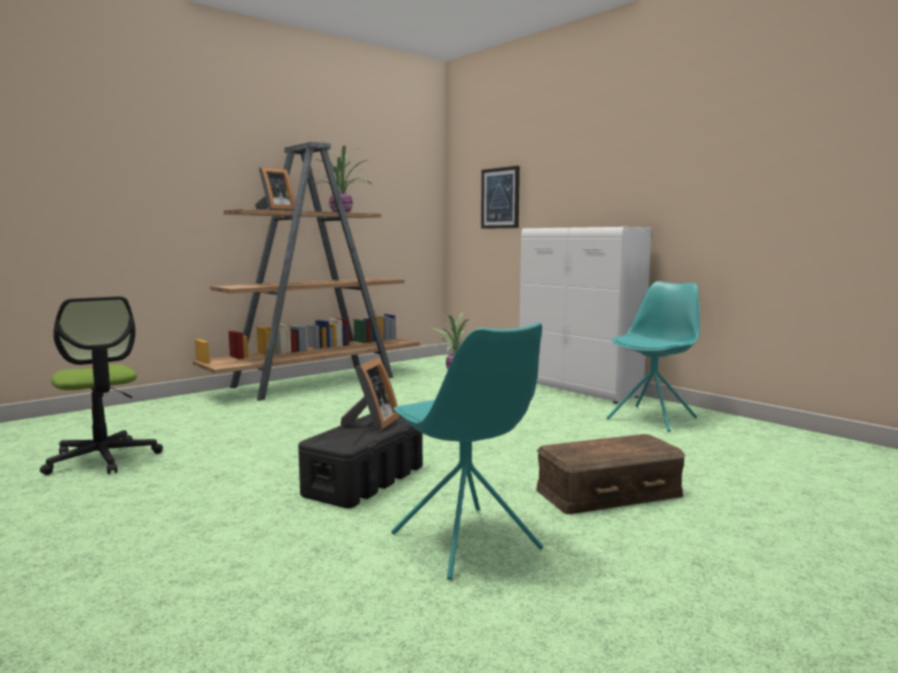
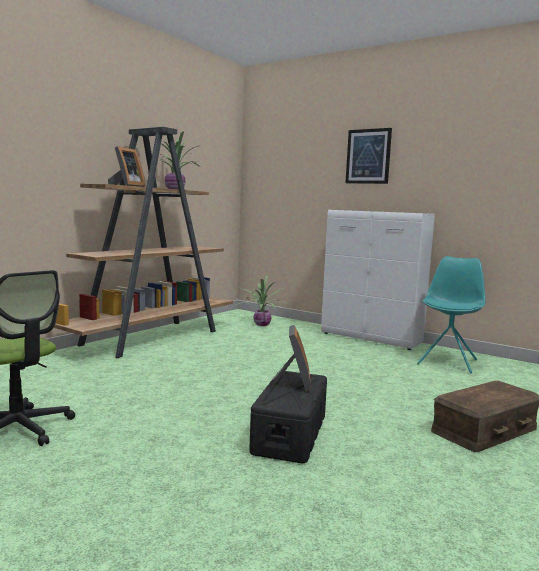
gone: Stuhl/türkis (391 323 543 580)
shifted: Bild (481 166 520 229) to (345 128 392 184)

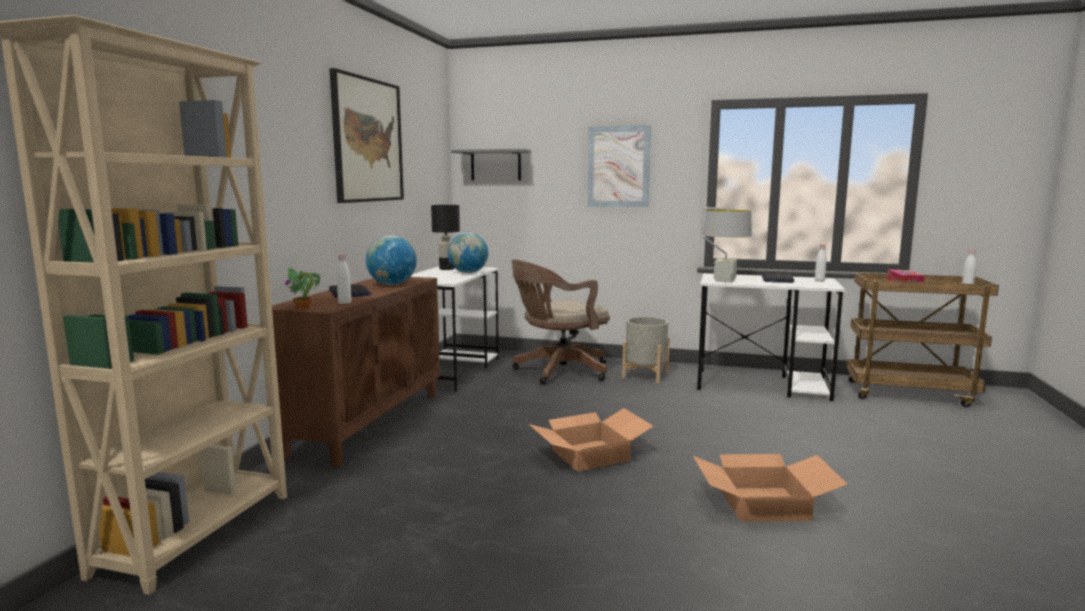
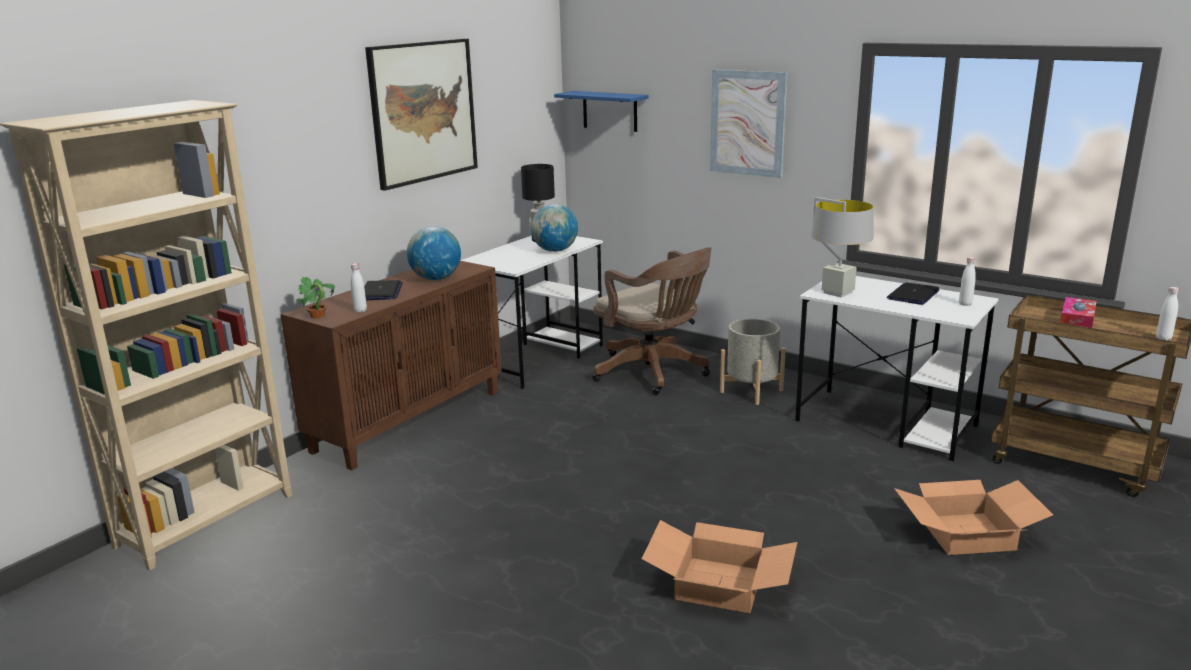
shifted: Karton (529 408 653 472) to (894 480 1053 555)
repainted: Wandregal/grau (451 149 531 180) to Wandregal/blau (554 91 649 132)
rotated: Bürostuhl/braun (512 260 610 385) = (593 247 711 395) 120 degrees counterclockwise

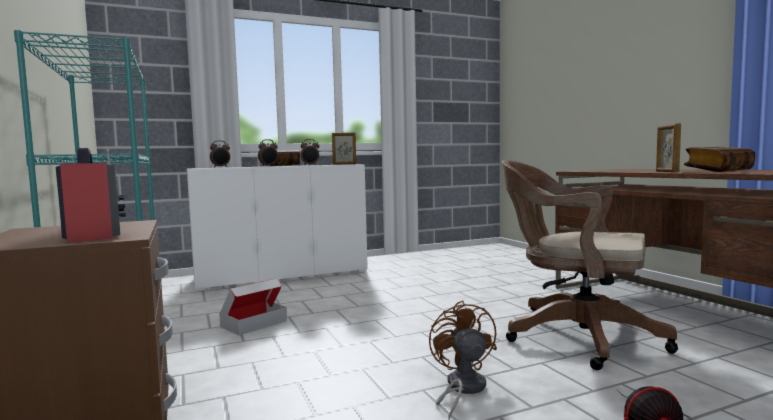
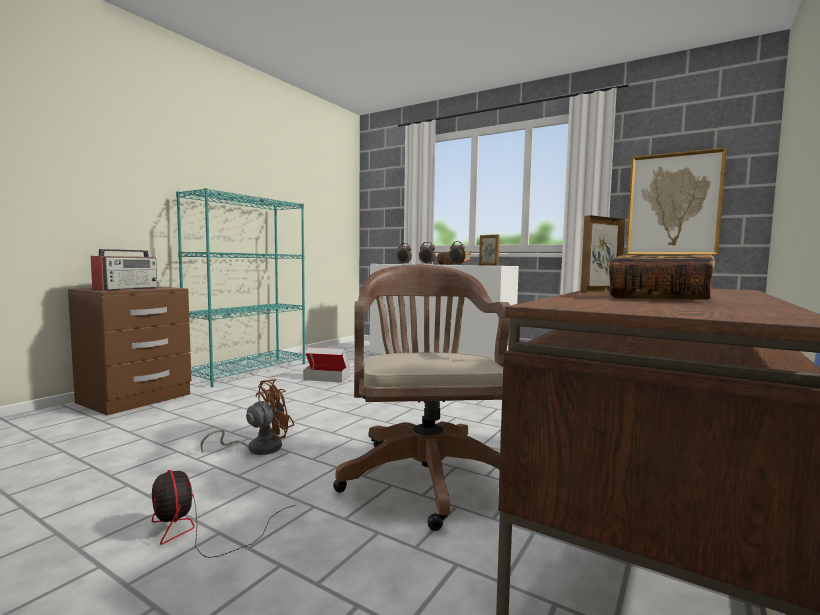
new: Bild (626 147 727 256)

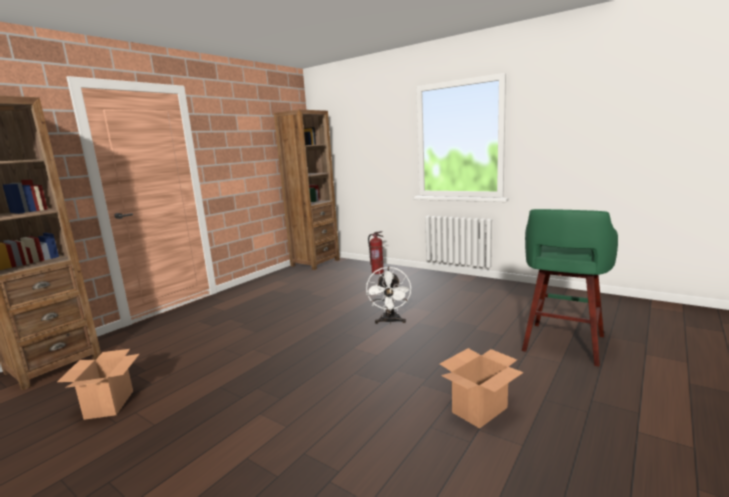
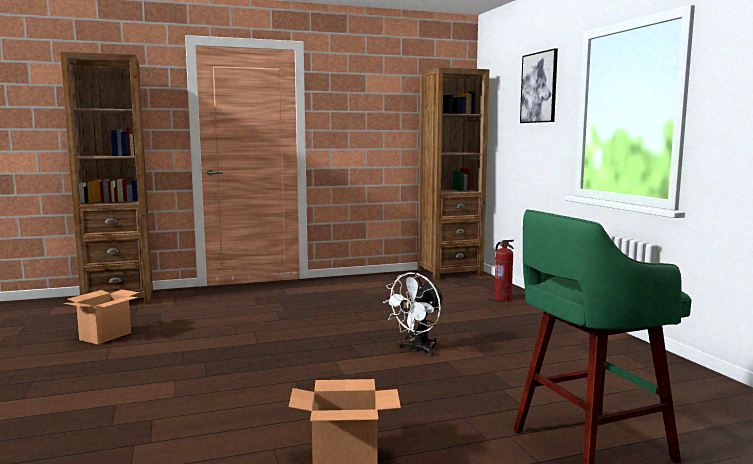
new: Bild (520 48 558 123)

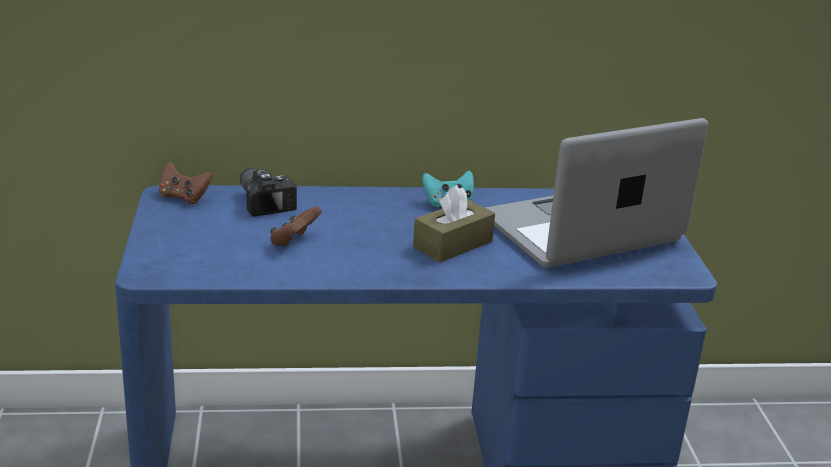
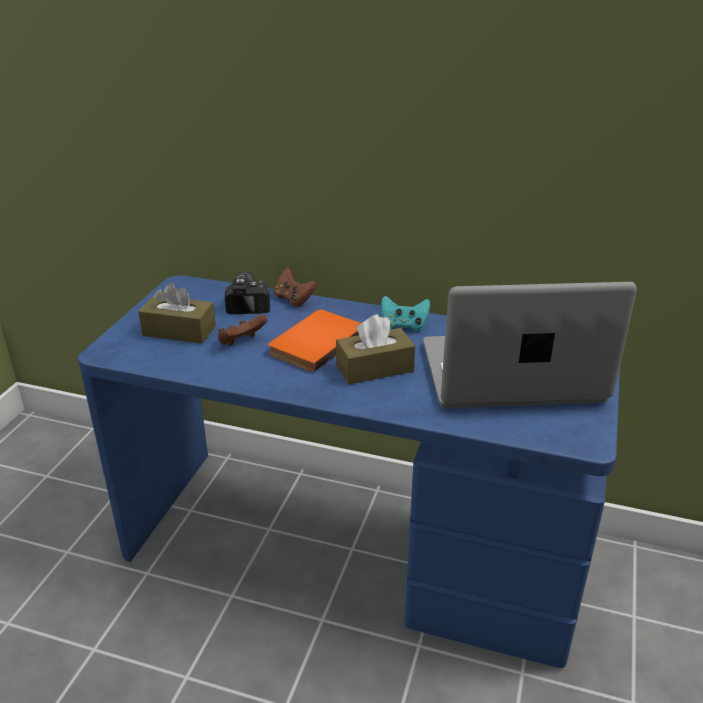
new: Taschentuchbox/braun (138 283 216 344); Buch/orange (268 310 361 372)
shifted: Gamepad/braun (159 162 213 204) to (274 268 317 307)

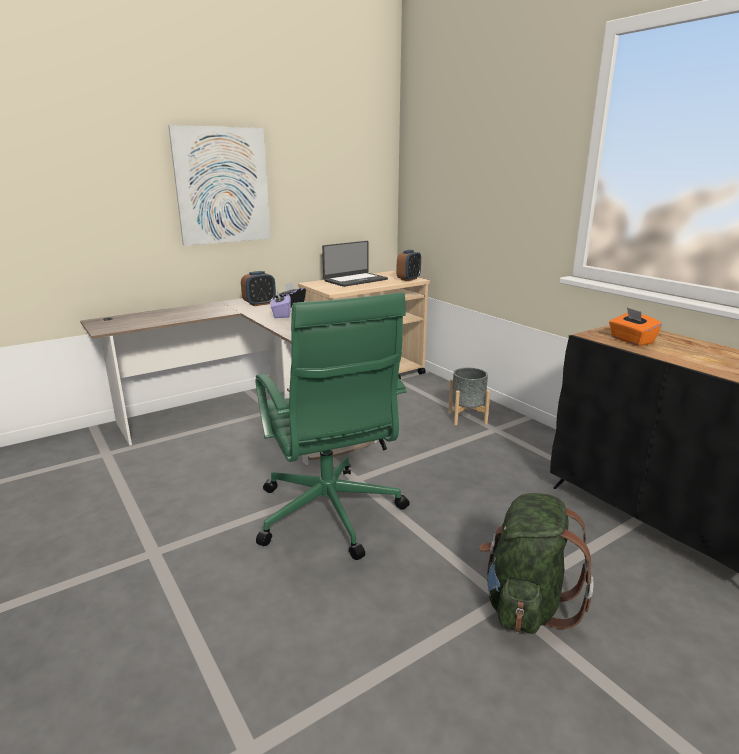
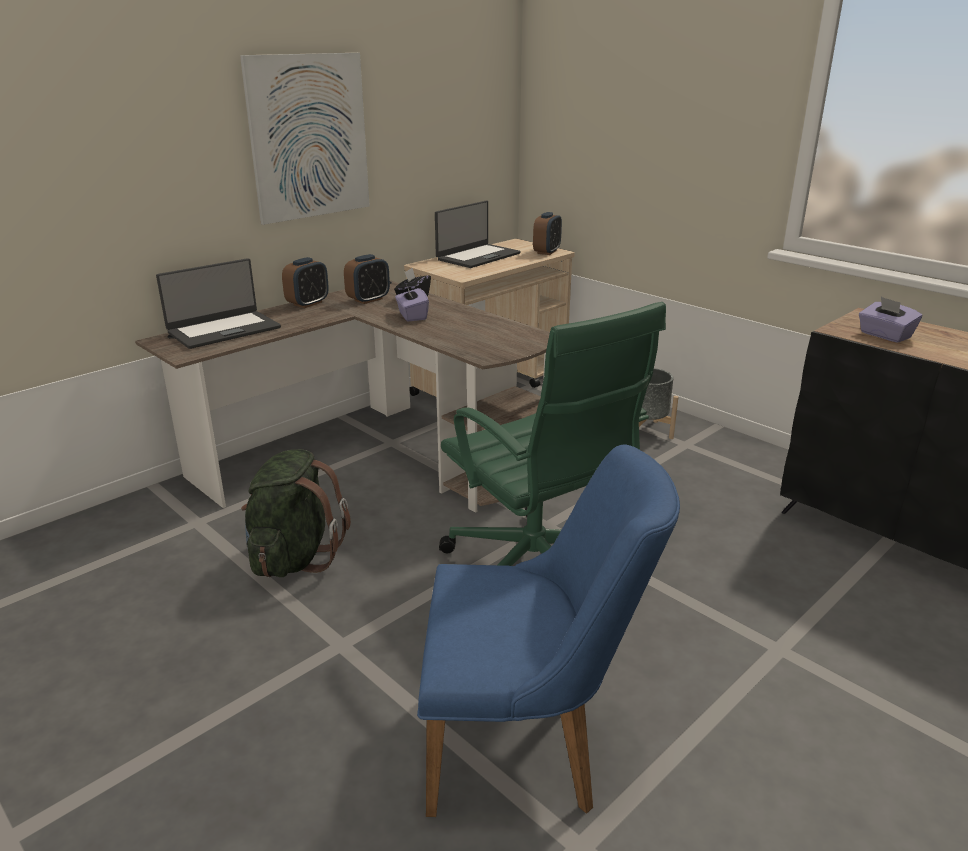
new: Wecker (282 257 329 308); Laptop (156 258 281 349); Stuhl/blau (417 444 680 817)
shifted: Rucksack/grün (479 493 594 634) to (241 449 351 577)
repainted: Taschentuchbox/orange (609 307 662 346) to Taschentuchbox/lila (859 297 922 343)

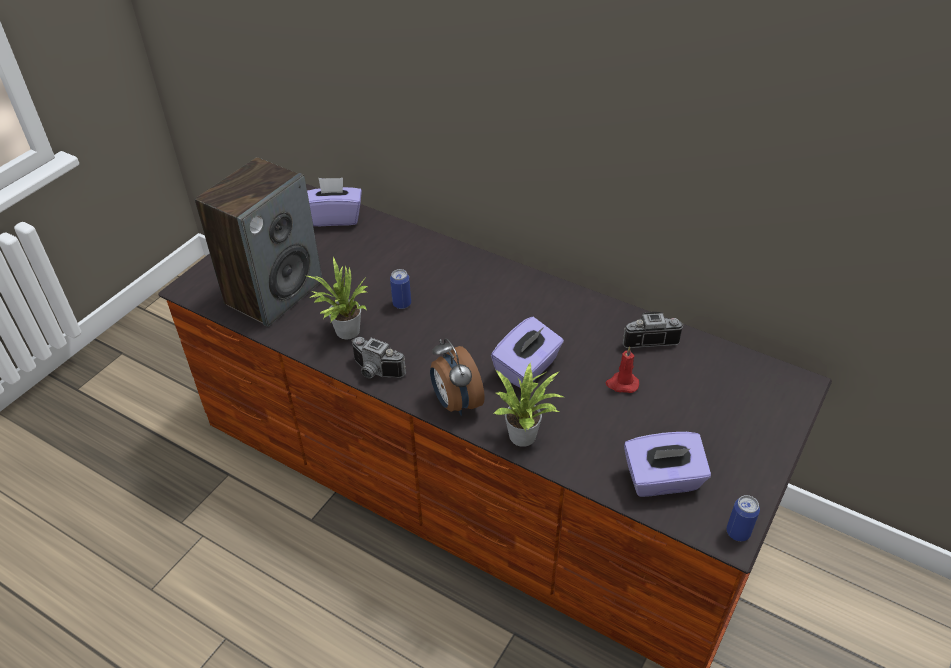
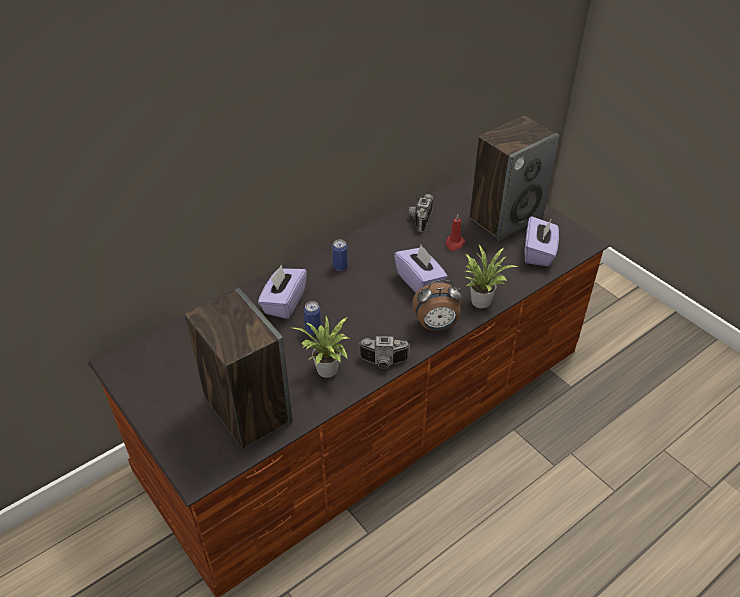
new: Lautsprecher (470 116 559 241)
shifted: Taschentuchbox/lila (307 178 362 226) to (258 265 307 319); Dose (726 495 760 541) to (332 239 348 271)
rotated: Kamera (352 337 406 378) = (359 336 410 369) 45 degrees clockwise

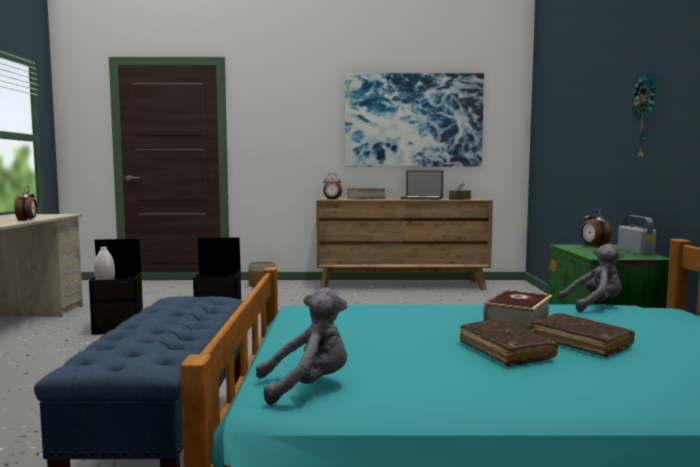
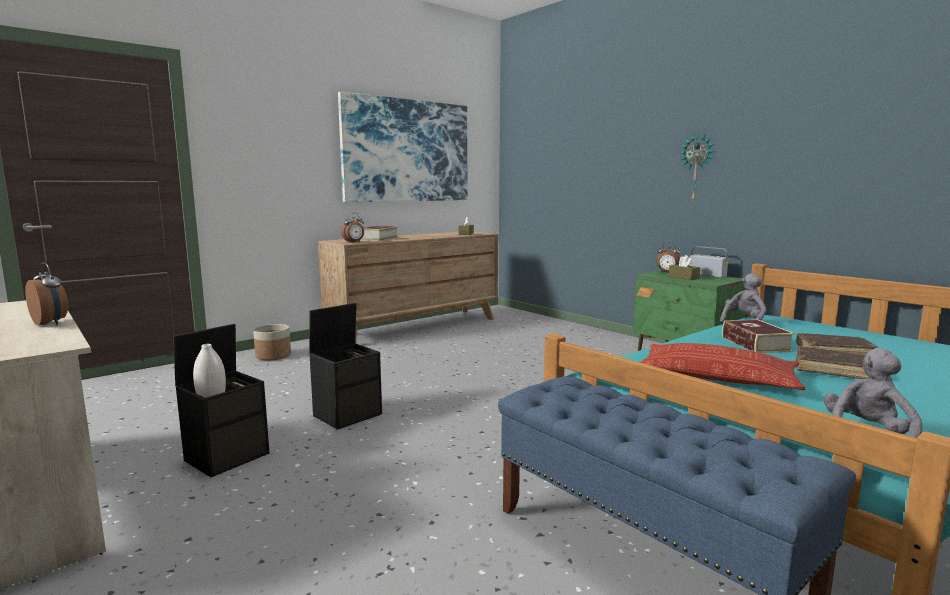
gone: Laptop (401 171 443 200)
new: Taschentuchbox/braun (668 255 700 280); Kissen (640 343 805 390)

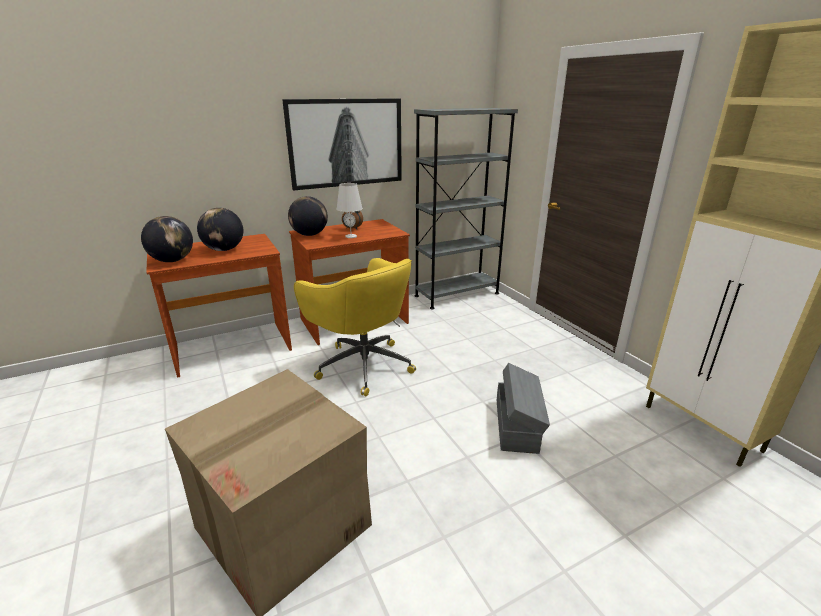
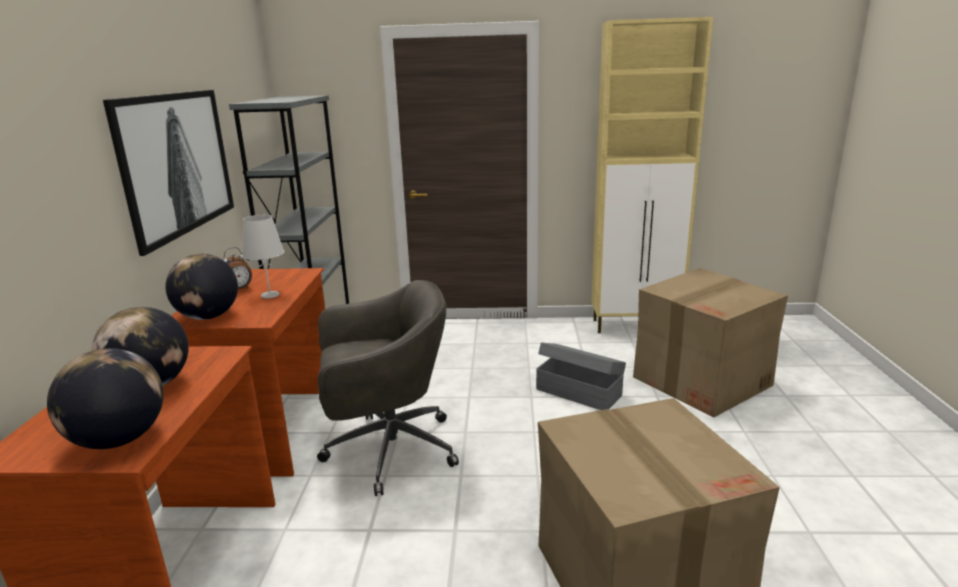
new: Karton (633 268 788 418)
repainted: Bürostuhl/gelb (294 258 416 396) to Bürostuhl/grau (317 280 459 496)

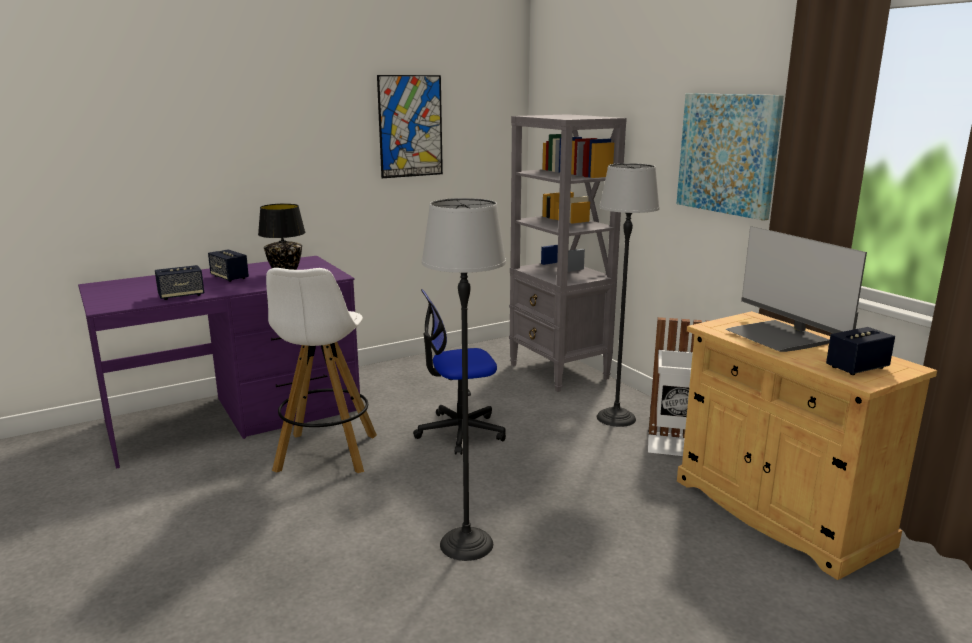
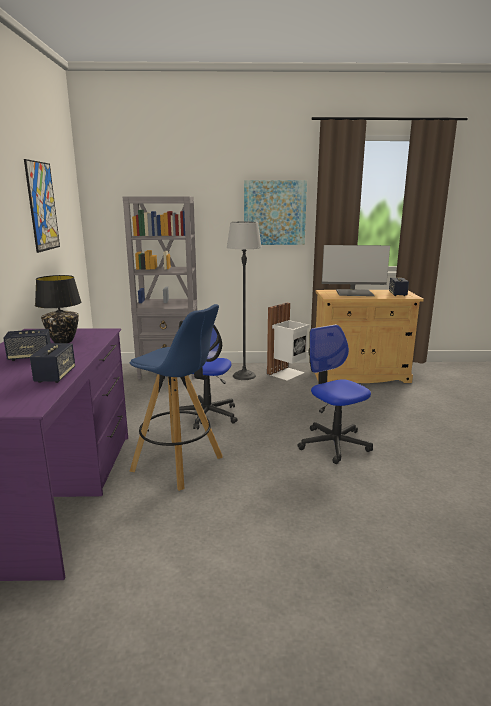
swapped: Stehlampe (422 198 506 561) to Bürostuhl (297 325 373 464)
repainted: Hocker/weiß (266 268 377 473) to Hocker/blau (129 304 223 491)

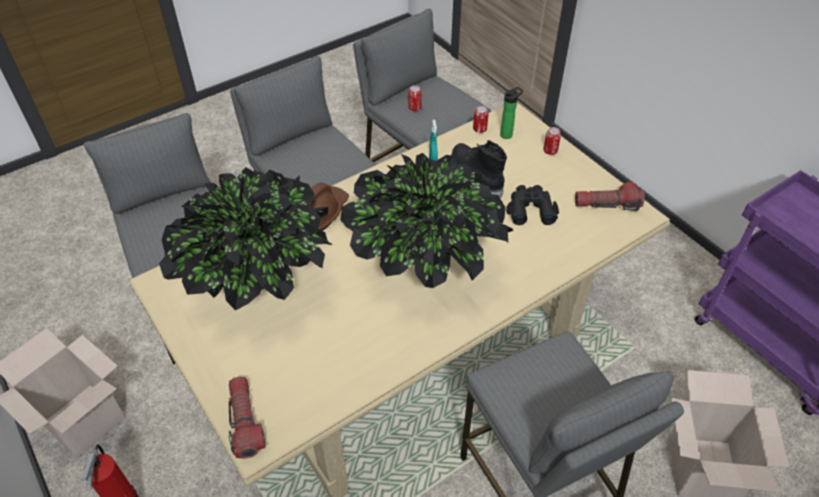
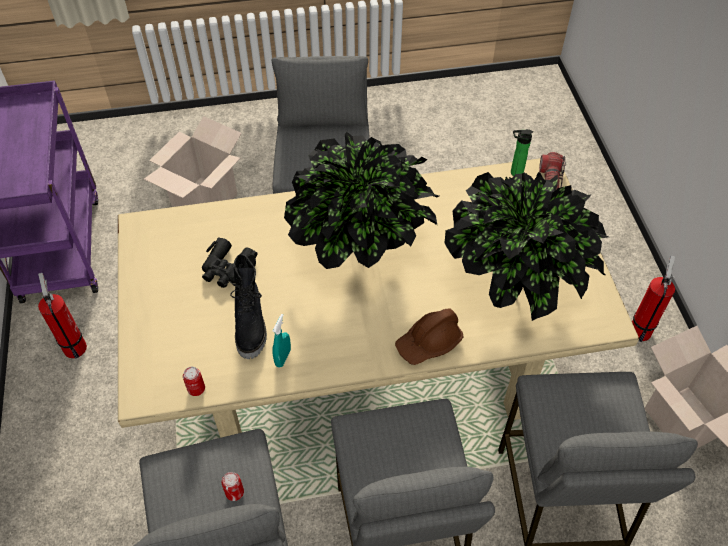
gone: Dose (543 127 561 155); Taschenlampe (575 182 645 211)
new: Feuerlöscher (38 273 87 358)
shifted: Flasche (500 87 523 139) to (511 129 533 176)

